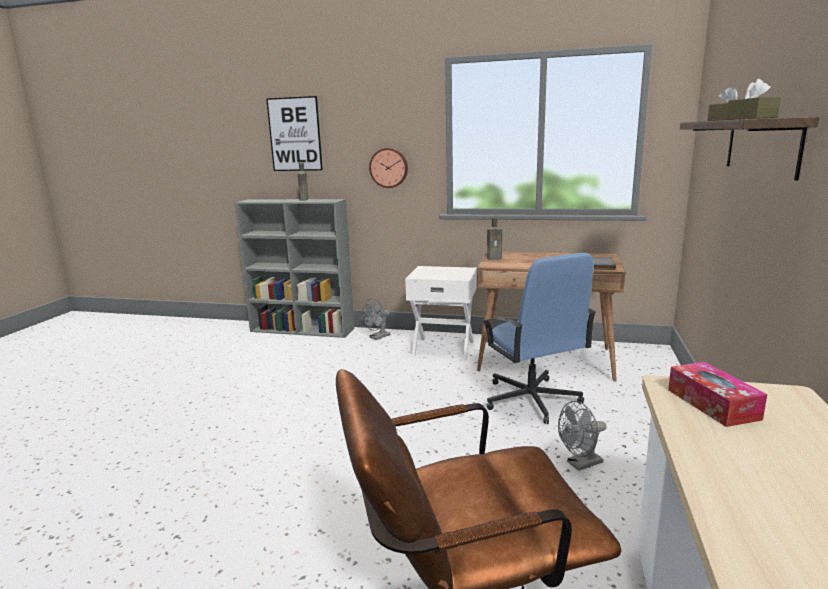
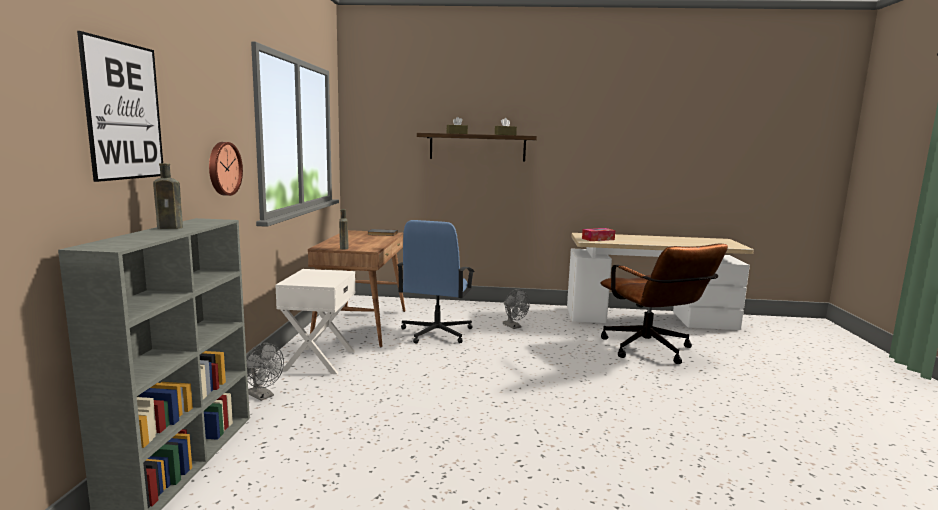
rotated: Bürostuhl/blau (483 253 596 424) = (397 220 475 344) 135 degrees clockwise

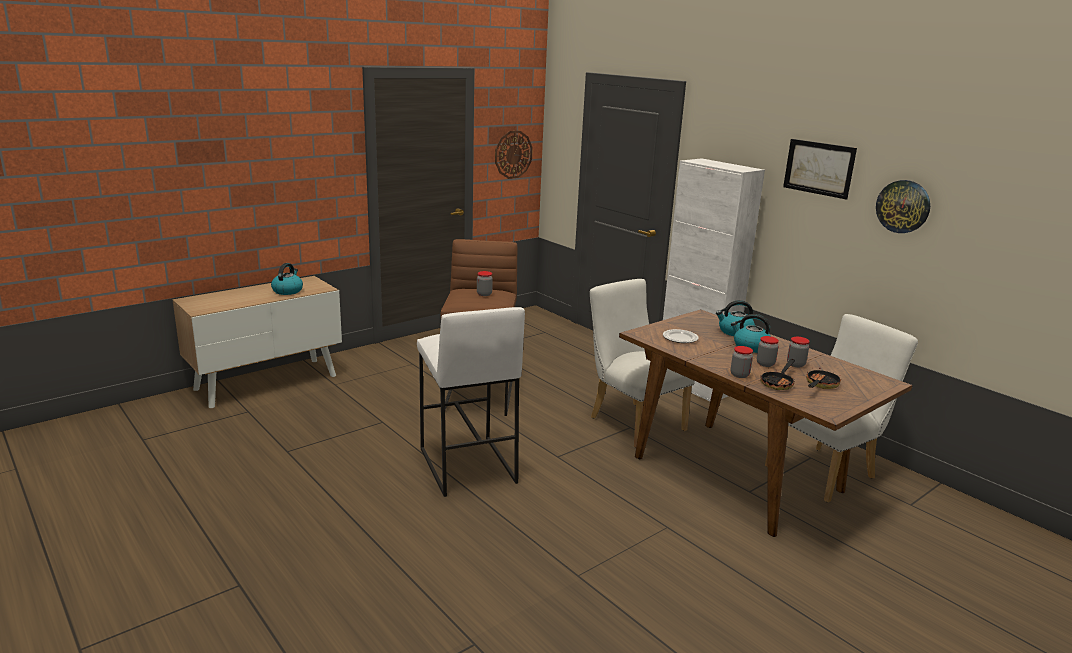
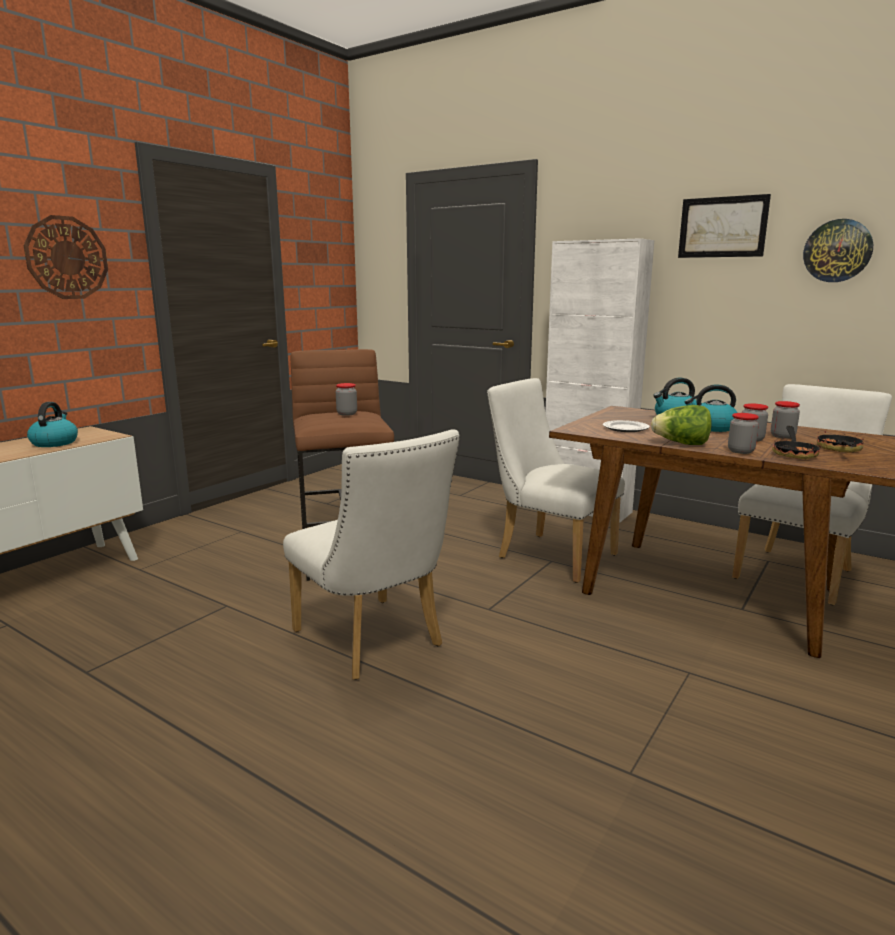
new: Salatkopf (651 405 712 445)
shifted: Wanduhr (495 131 533 179) to (24 215 108 299)
swapped: Hocker/weiß (417 307 525 497) to Stuhl/weiß (283 429 460 680)

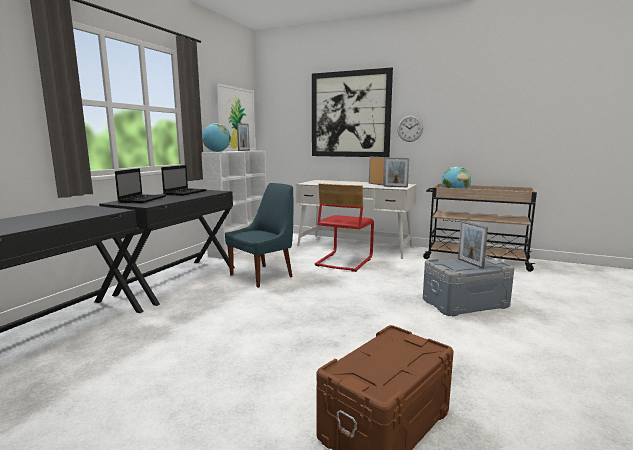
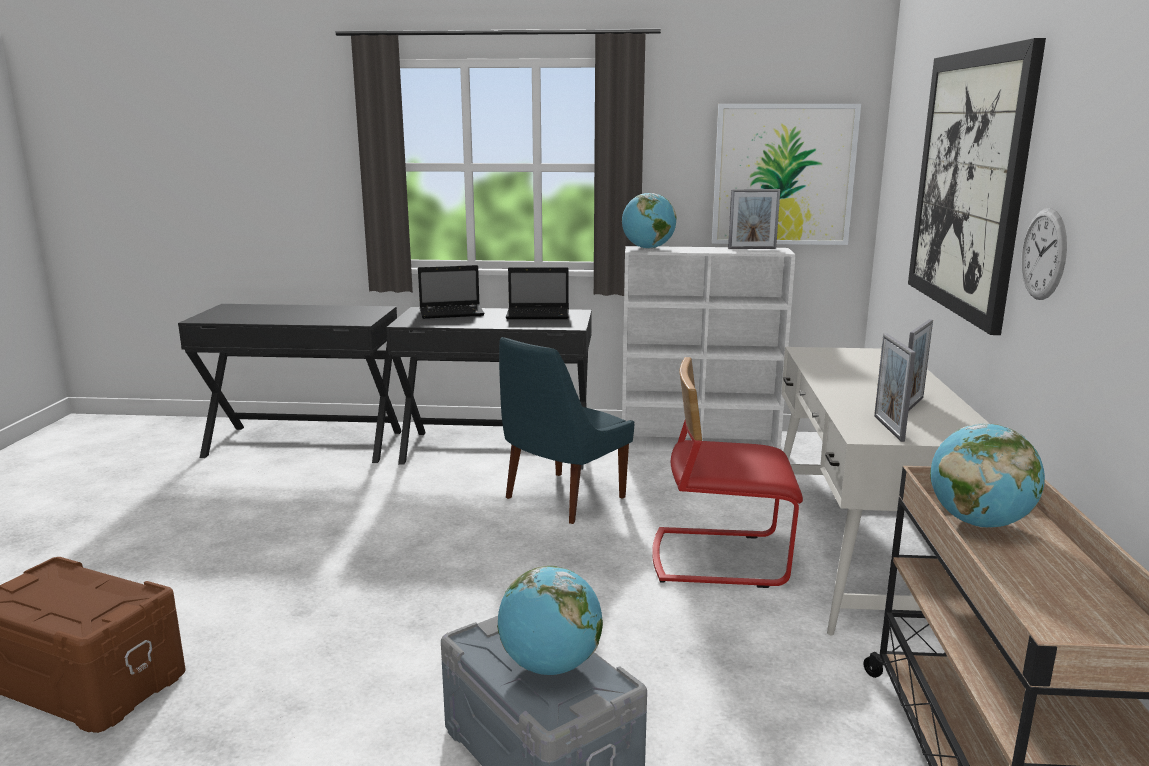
swapped: Bilderrahmen (458 221 488 269) to Globus (497 566 603 675)
rotated: Stuhl/blau (225 183 294 288) = (499 337 634 524) 105 degrees clockwise

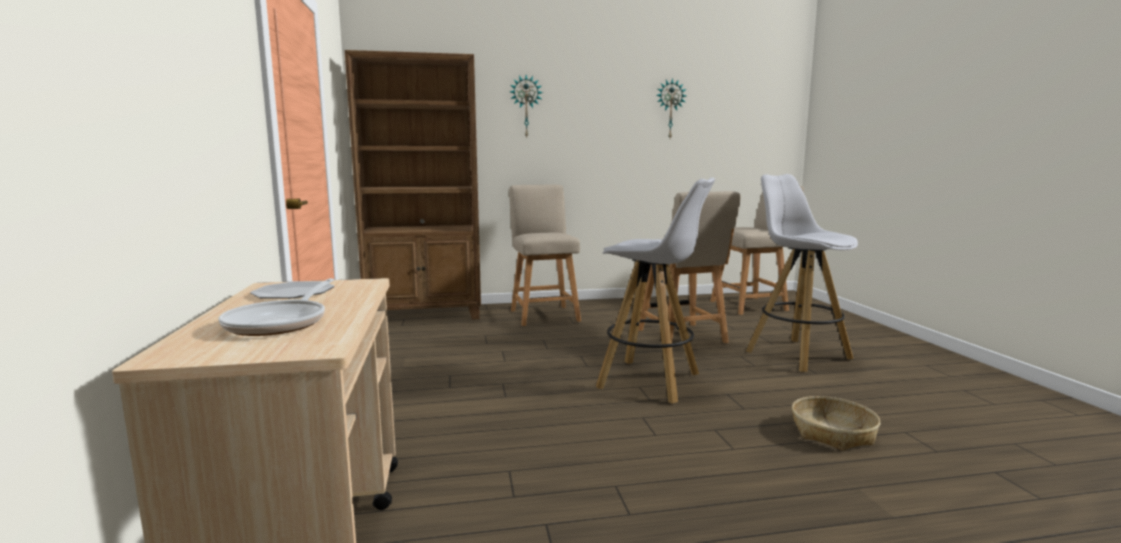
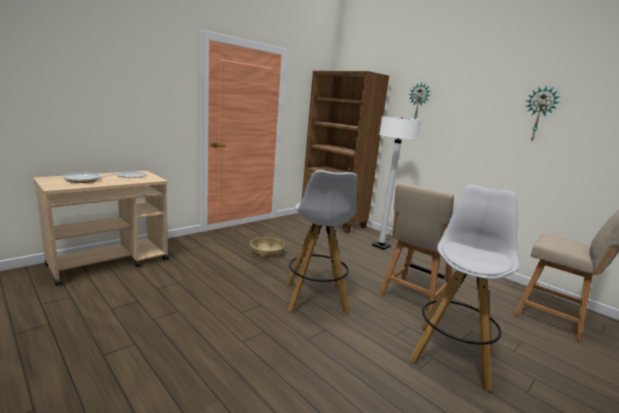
shifted: Korb (792 396 880 451) to (250 237 285 259)
swapped: Stuhl/beige (509 185 581 326) to Stehlampe/weiß (372 116 422 250)

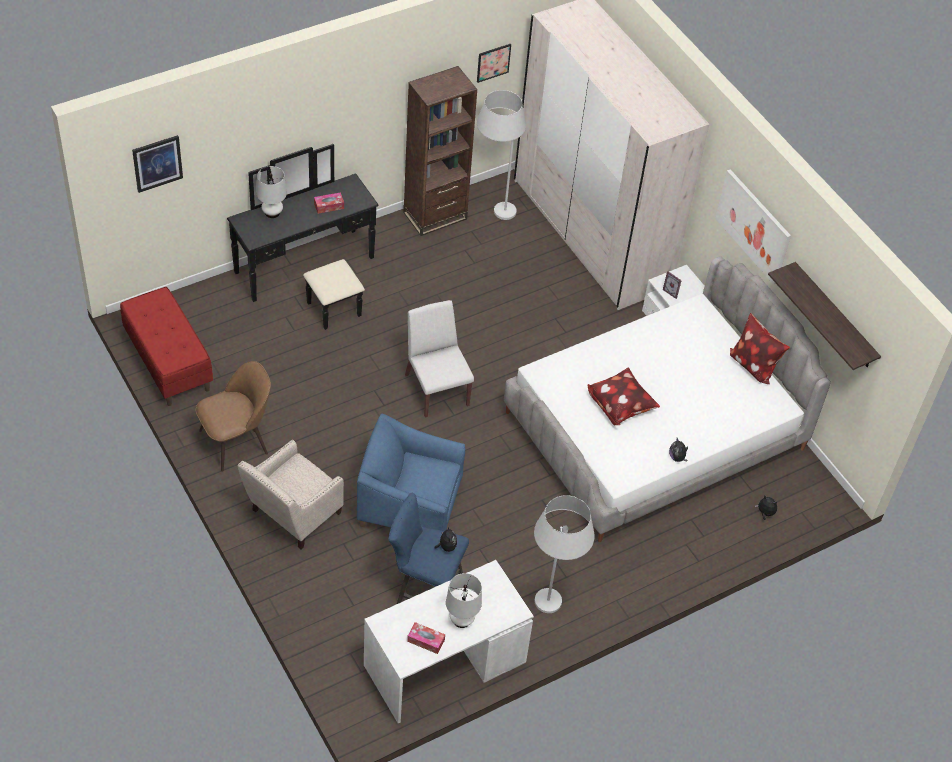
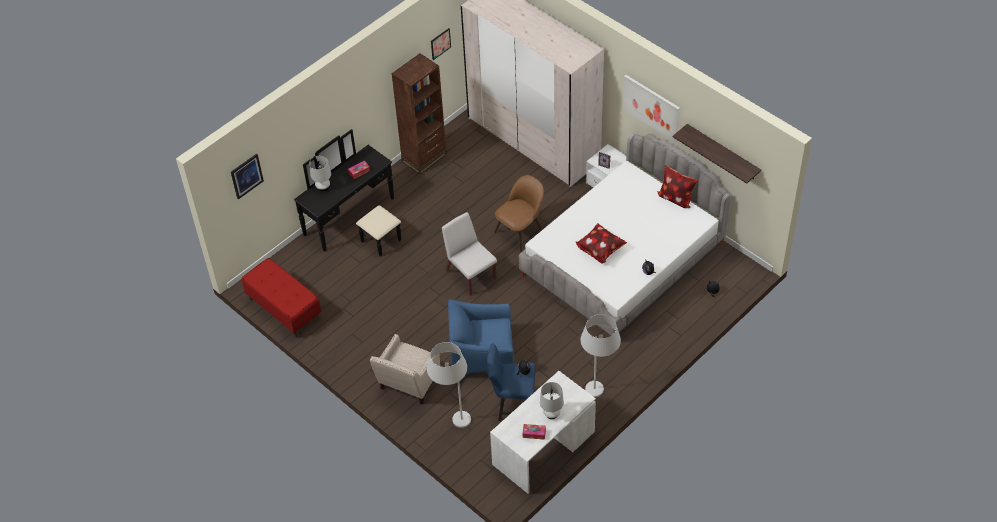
shifted: Stehlampe/weiß (477 90 526 220) to (427 342 471 428); Stuhl/braun (196 361 271 472) to (494 175 544 252)

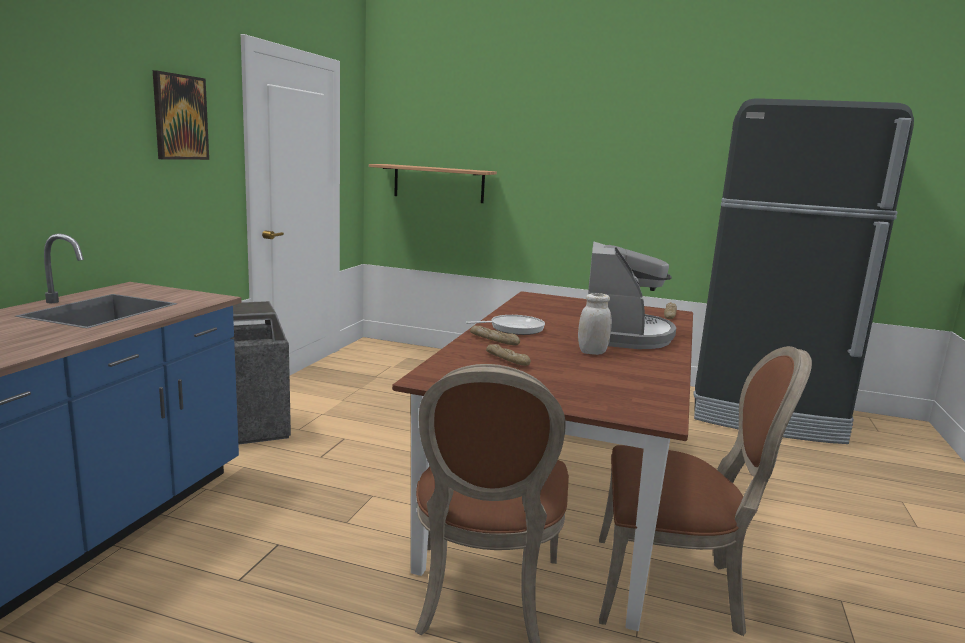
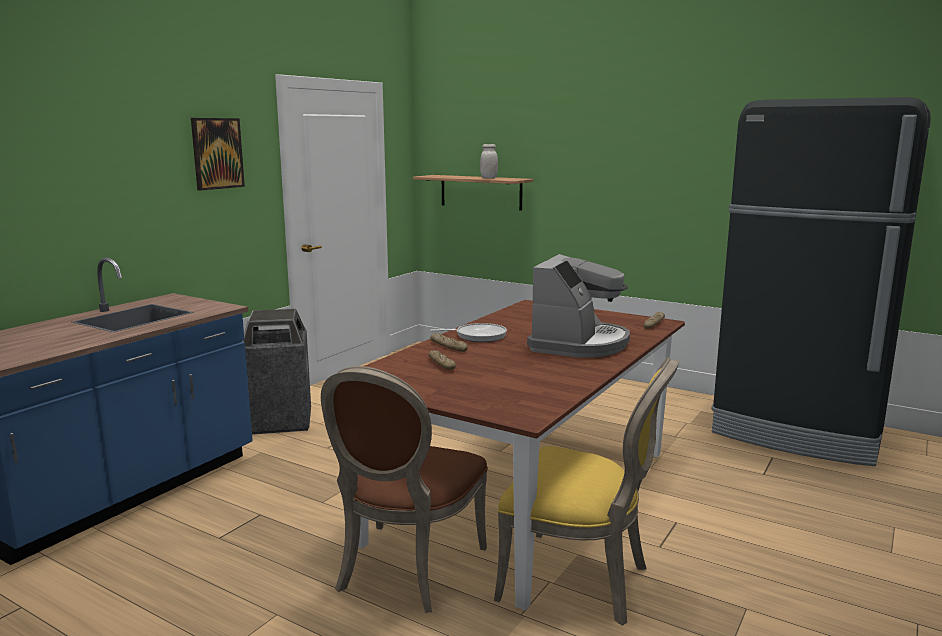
shifted: Vorratsglas/weiß (578 293 612 355) to (480 144 498 179)
repainted: Stuhl/braun (599 346 812 636) to Stuhl/gelb (494 357 680 626)

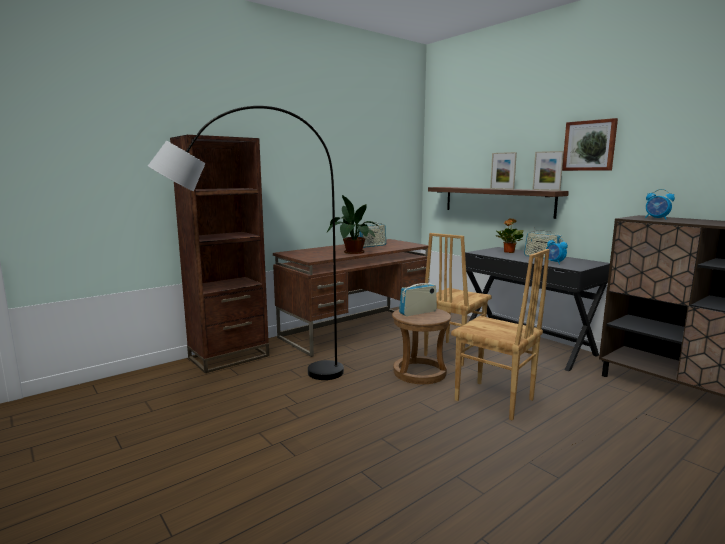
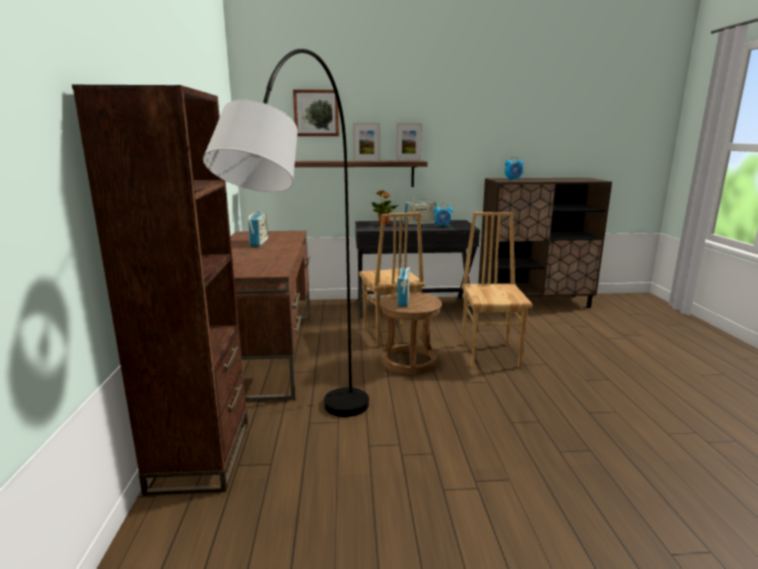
gone: Topfpflanze (327 195 379 254)
shifted: Bild (562 118 618 171) to (293 89 339 136)
rotated: Stuhl/braun (451 249 550 421) = (462 212 533 368) 75 degrees counterclockwise

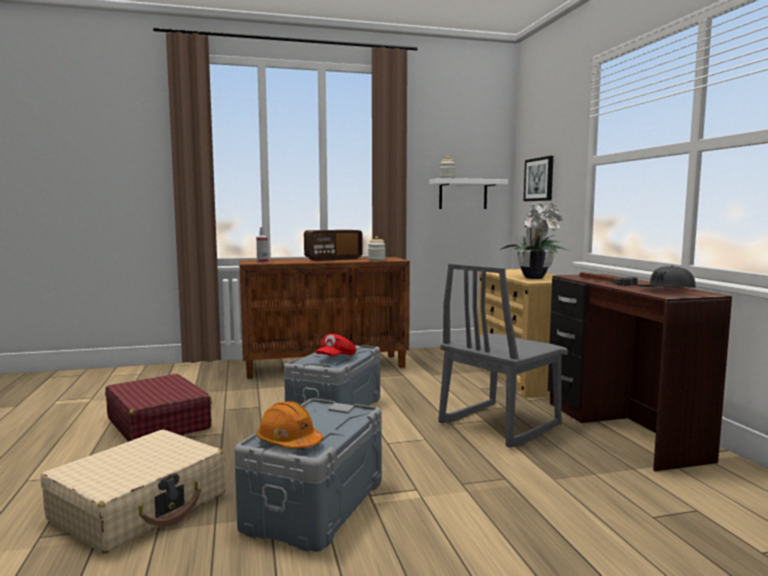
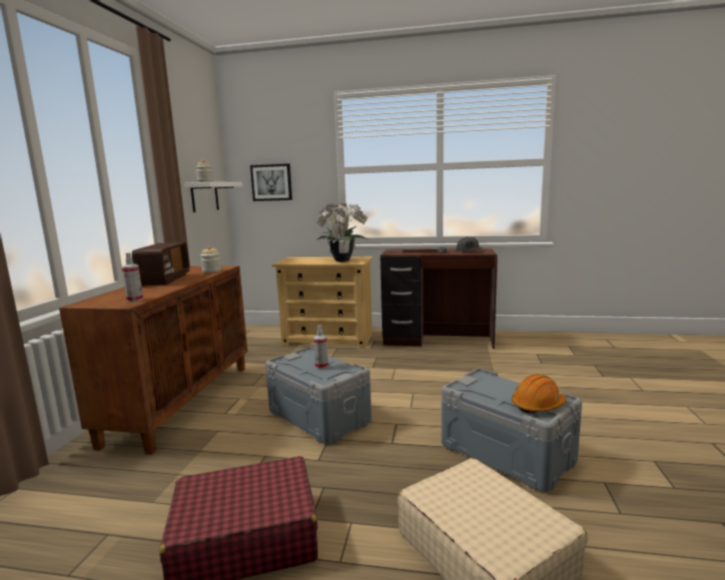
gone: Stuhl/grau (438 263 568 448)
swapped: Kappe/rot (316 334 356 356) to Sprühflasche (313 325 328 369)

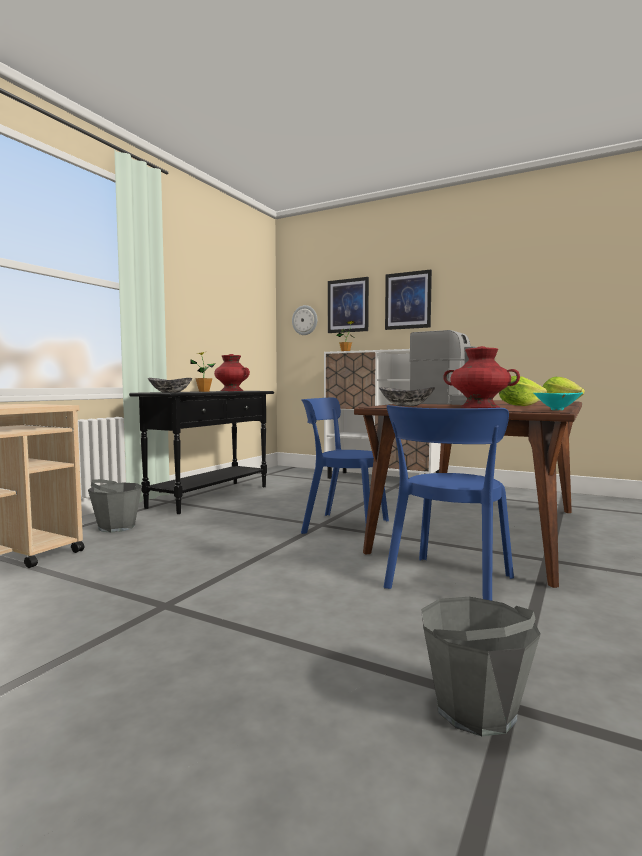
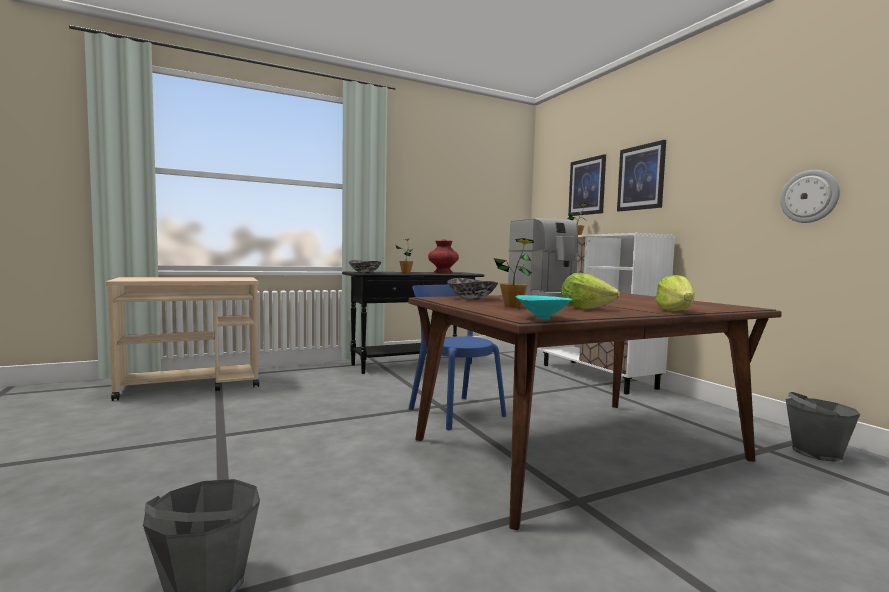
gone: Stuhl/blau (384 405 514 601)
shifted: Wanduhr (292 305 317 335) to (780 170 840 223); Eimer/grau (88 479 142 532) to (786 392 860 462)
swapped: Vase/rot (443 346 520 408) to Topfpflanze (494 238 534 308)

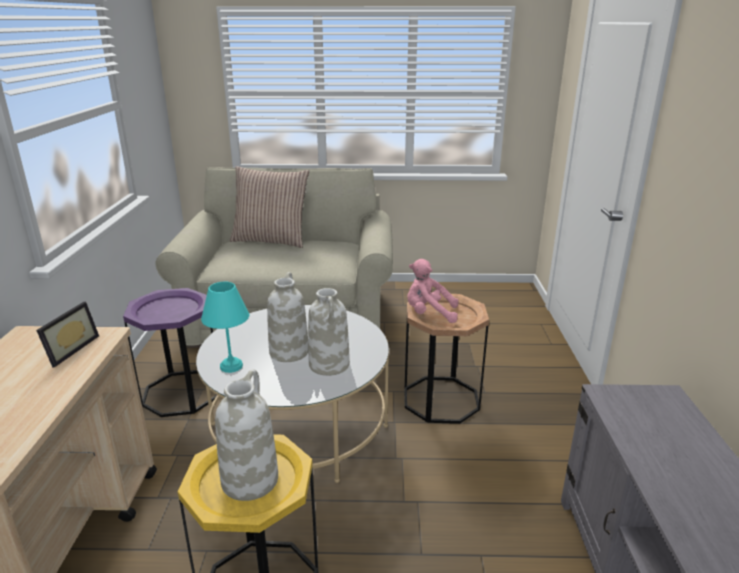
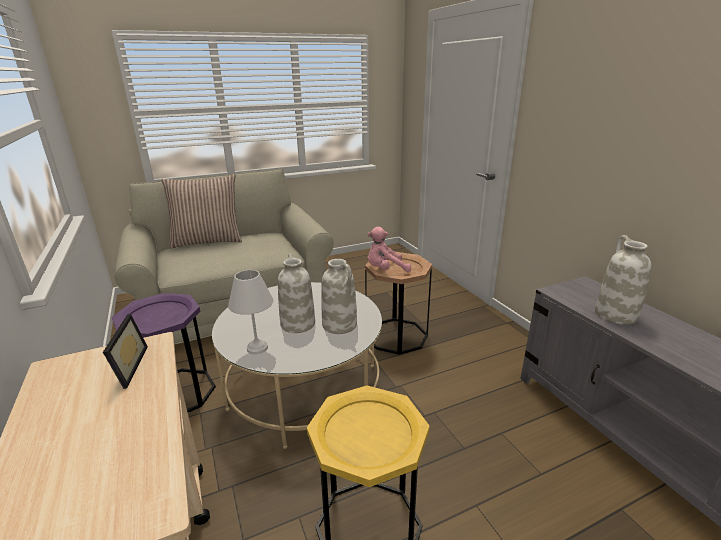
shifted: Vase/weiß (215 369 278 501) to (595 235 652 325)
repainted: Tischlampe/türkis (201 282 249 373) to Tischlampe/weiß (228 270 273 354)

